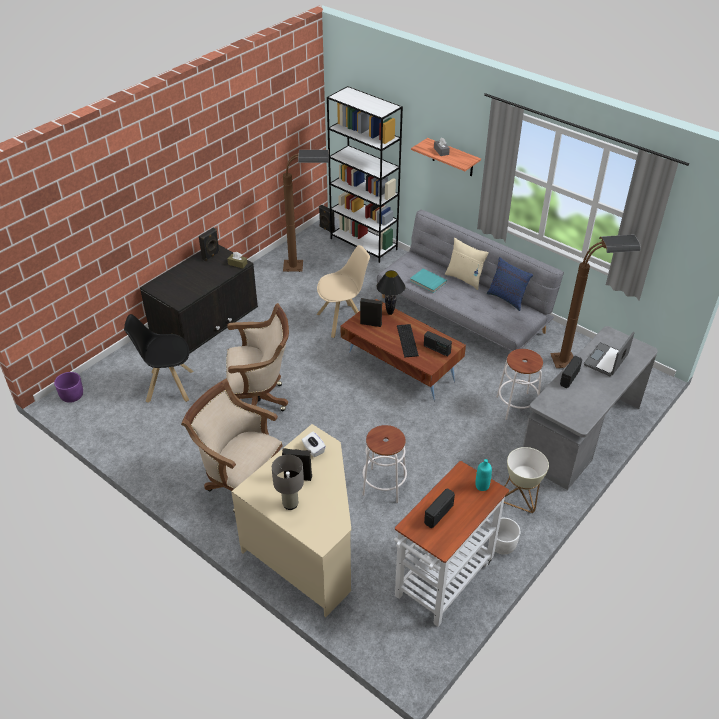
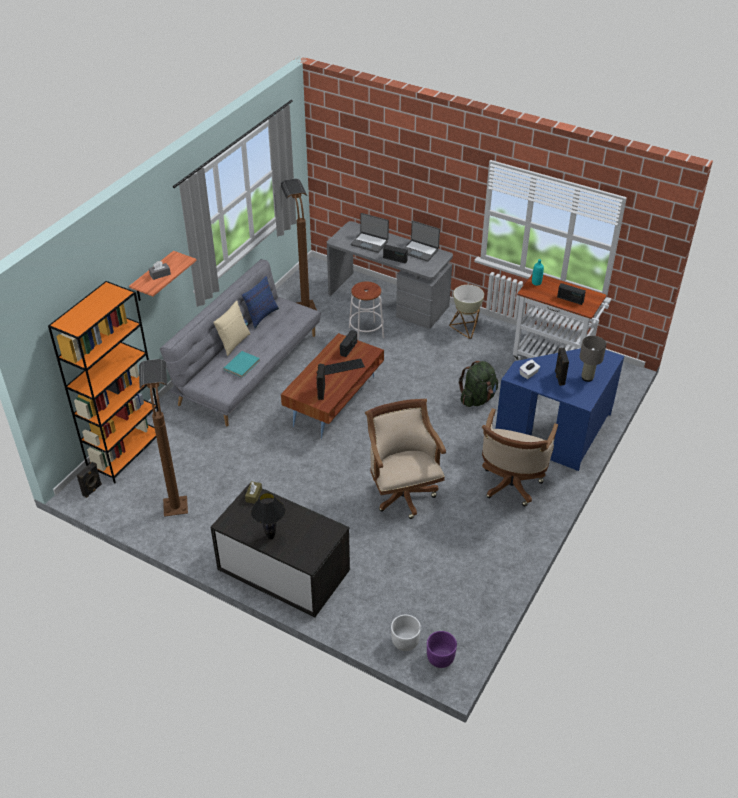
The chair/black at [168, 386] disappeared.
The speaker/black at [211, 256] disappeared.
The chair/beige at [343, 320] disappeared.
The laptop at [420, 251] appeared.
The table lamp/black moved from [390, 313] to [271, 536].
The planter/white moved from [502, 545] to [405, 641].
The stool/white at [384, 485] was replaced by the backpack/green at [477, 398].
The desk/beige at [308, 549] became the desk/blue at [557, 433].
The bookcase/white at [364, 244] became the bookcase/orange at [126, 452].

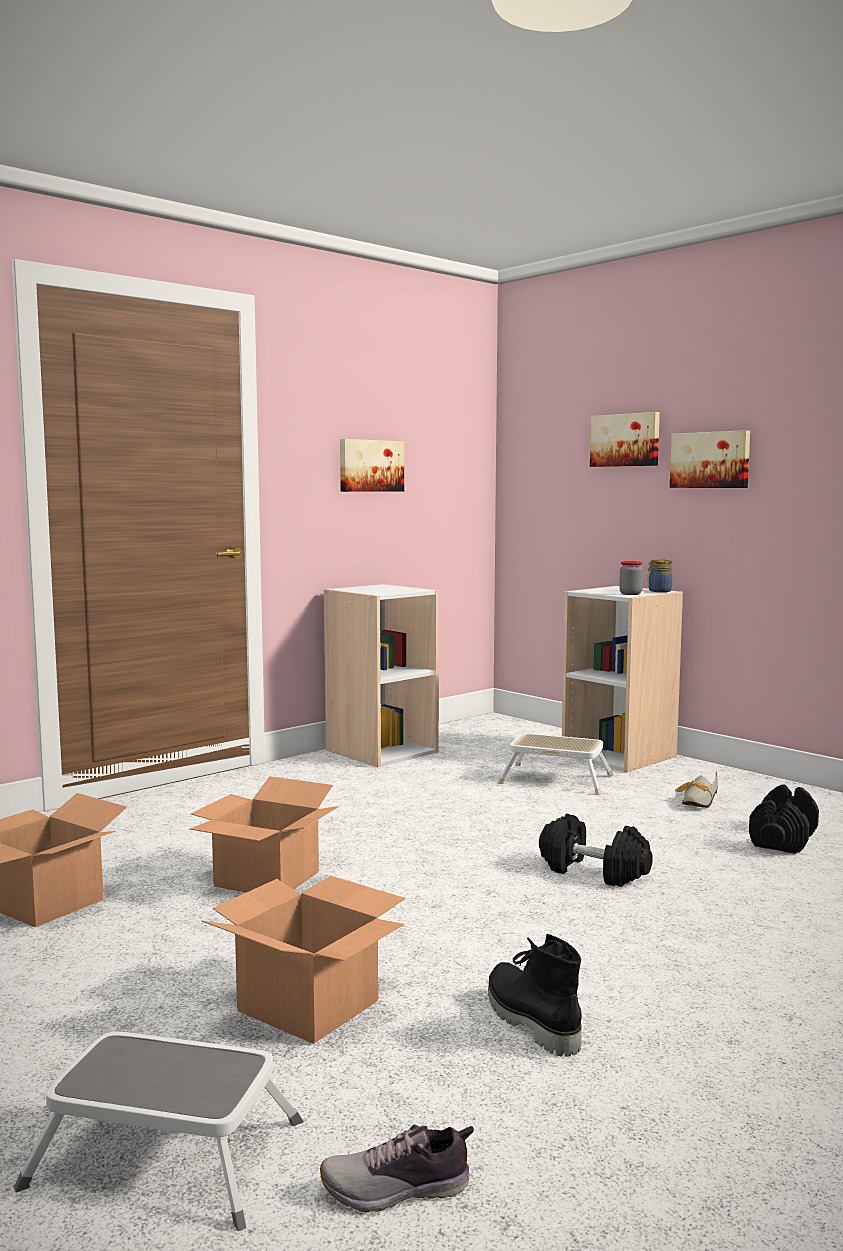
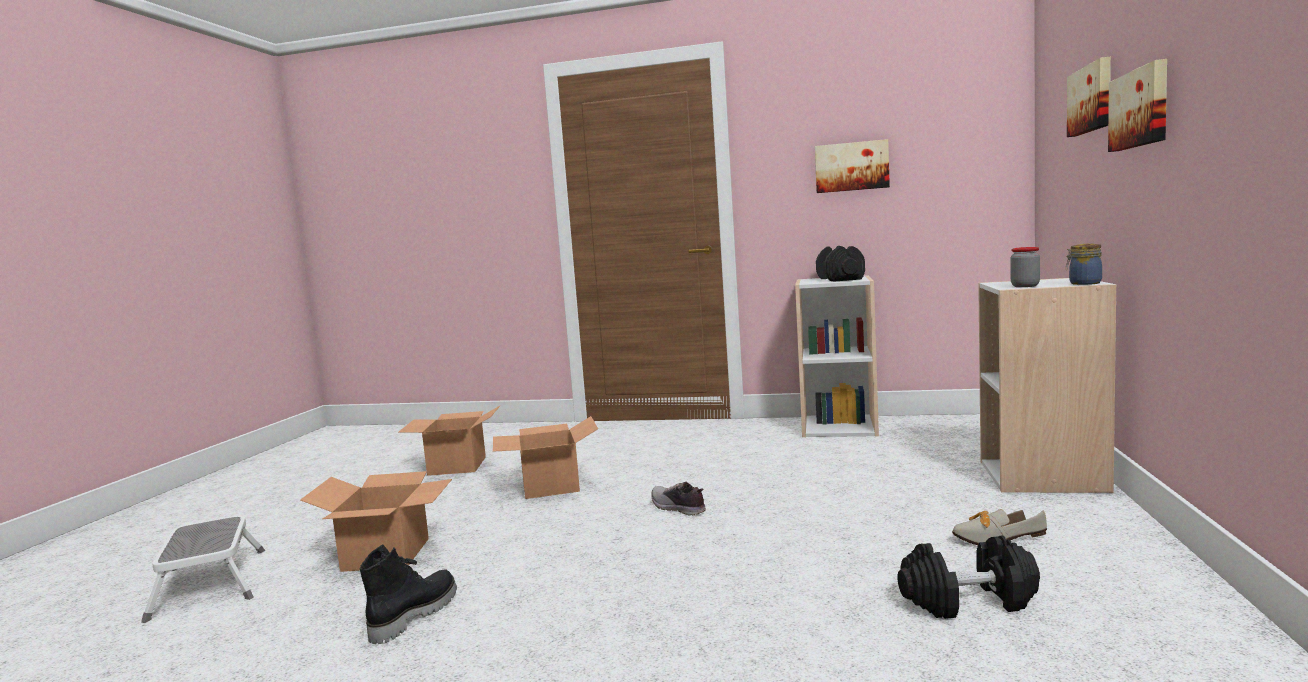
The step ladder/beige at [556, 779] disappeared.
The shoe moved from [398, 1190] to [678, 508].
The dumbbell/black moved from [593, 872] to [840, 279].

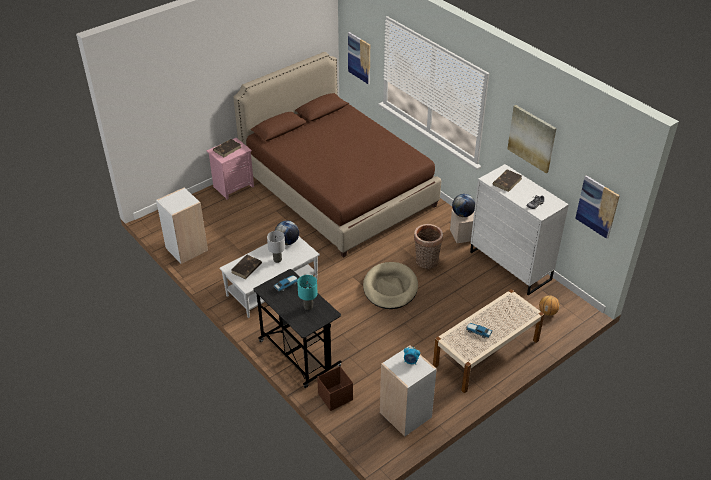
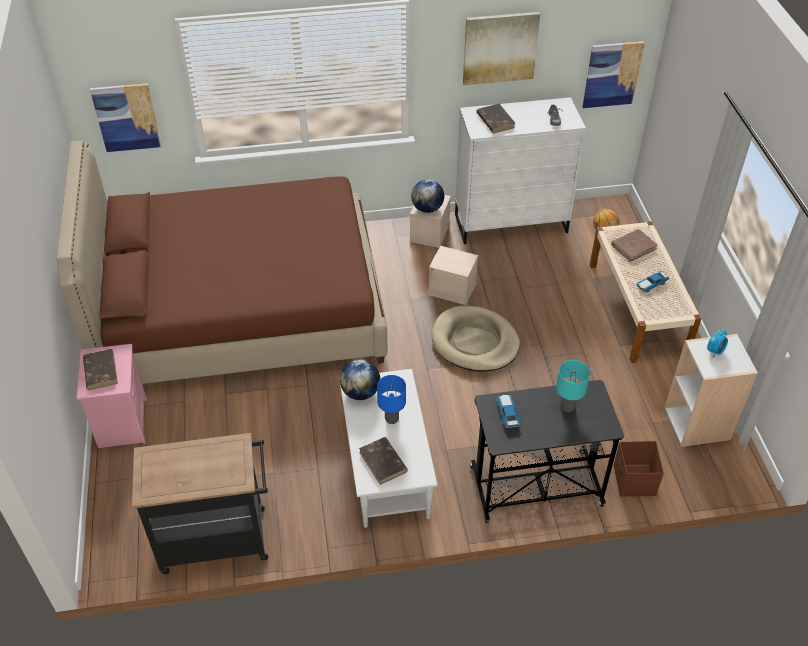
The book/brown at [633, 246] appeared.
The bookcase at [186, 249] was replaced by the cart/black at [218, 540].
The basket at [426, 262] was replaced by the storage box/beige at [453, 289].
The table lamp/white at [278, 260] became the table lamp/blue at [392, 419].

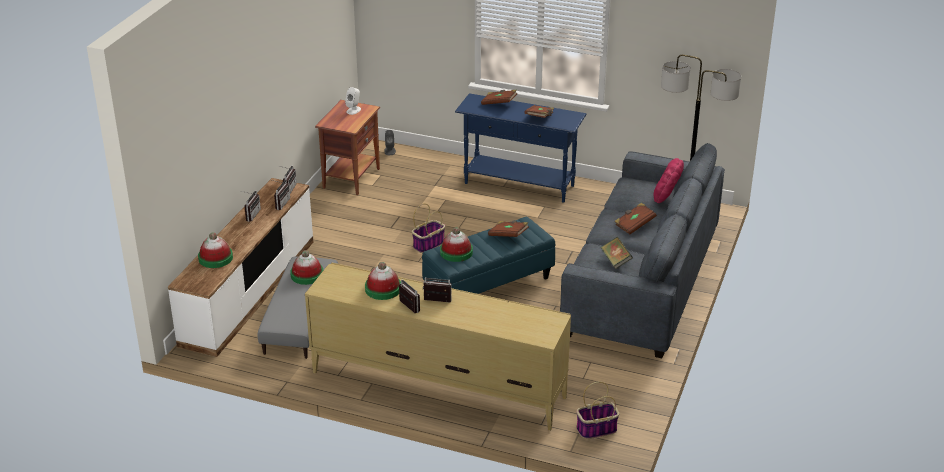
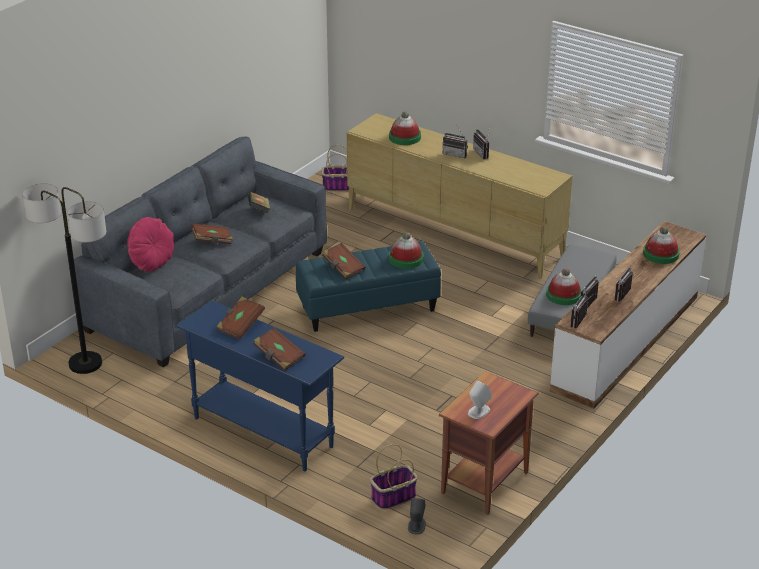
The hat moved from [383, 289] to [405, 137].
The basket moved from [428, 244] to [393, 498].

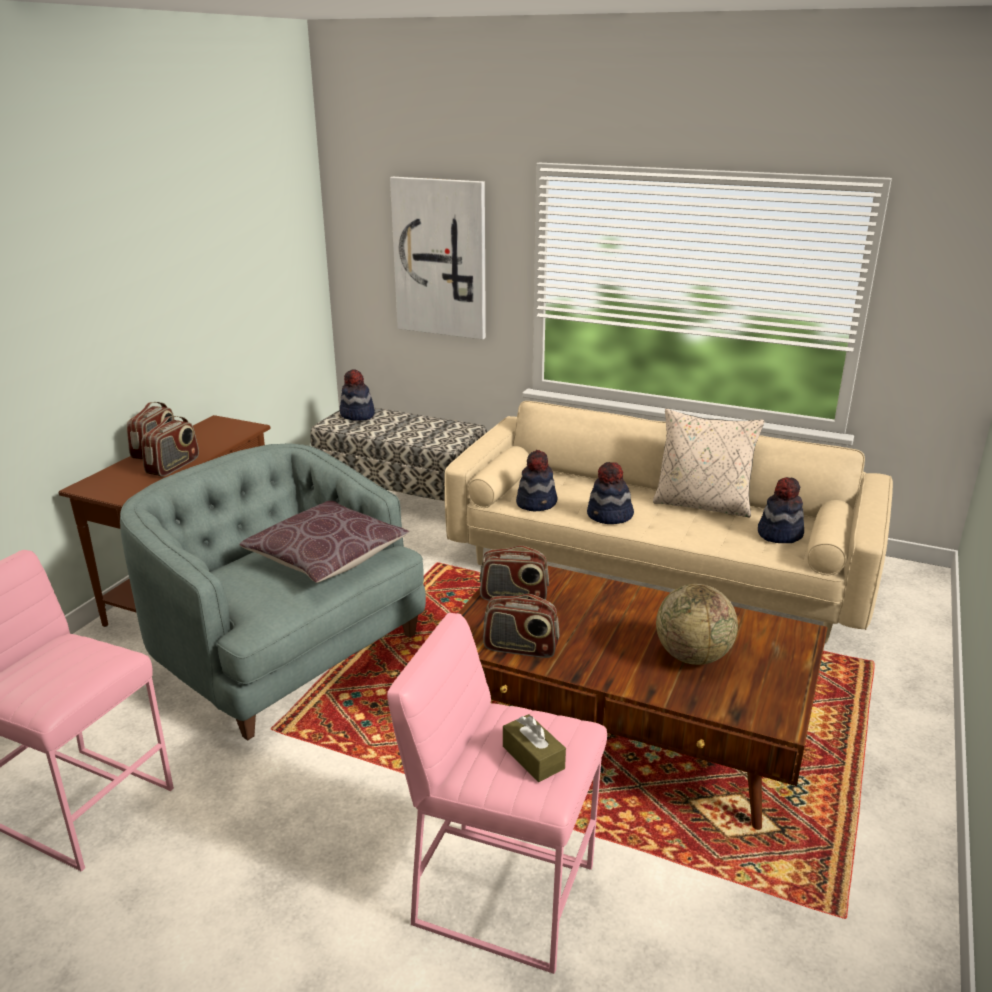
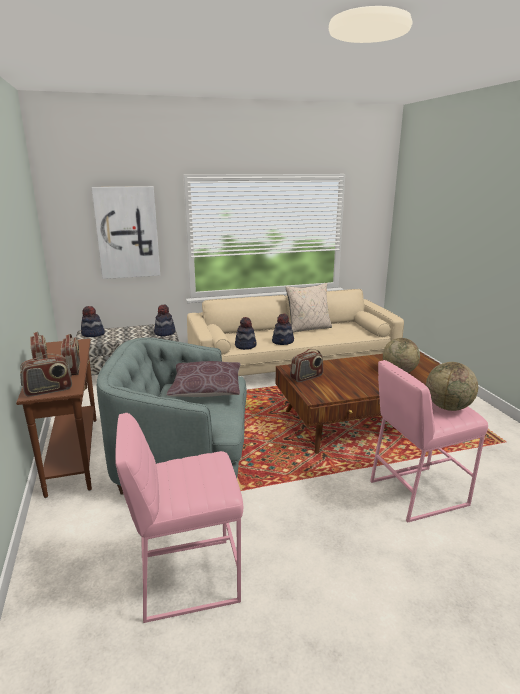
The radio moved from [520, 648] to [48, 390].
The hat moved from [779, 533] to [164, 333].
The tissue box/brown at [533, 757] was replaced by the globe at [448, 407].

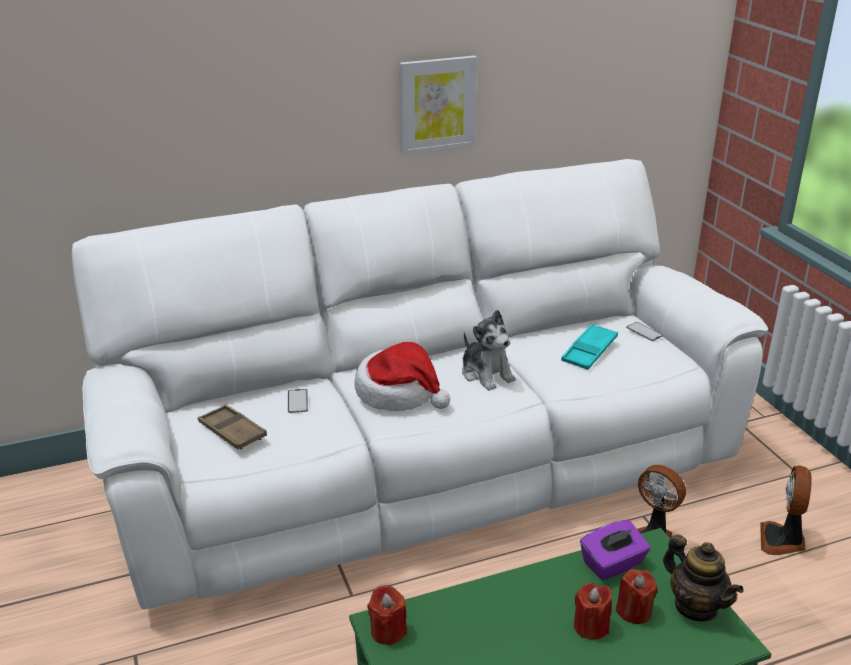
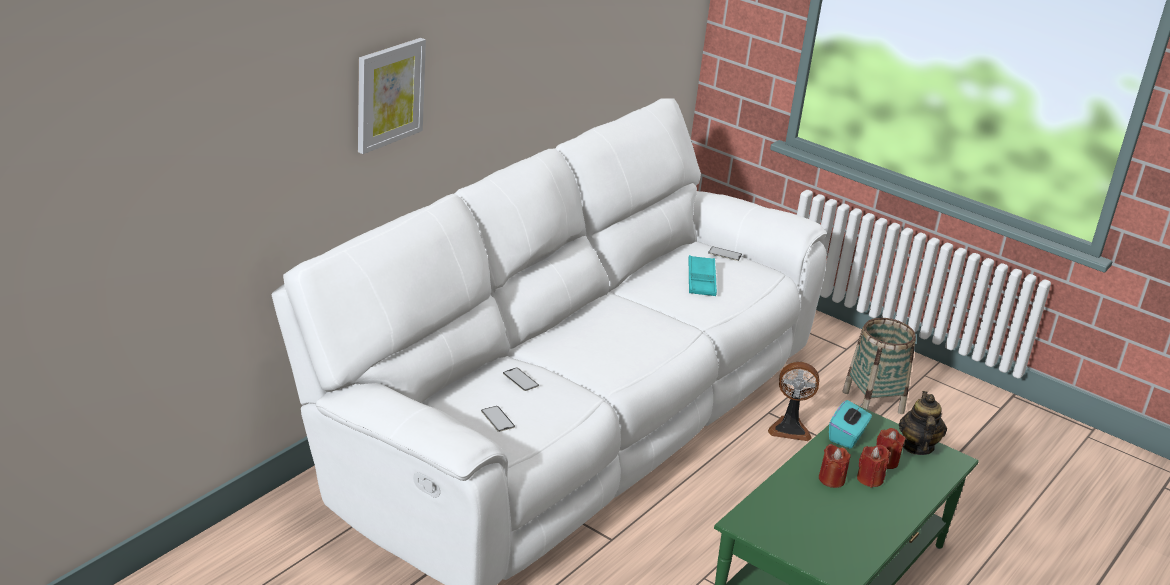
The hat at [399, 392] disappeared.
The plush toy at [486, 374] disappeared.
The candle/red moved from [388, 631] to [831, 479].
The picture moved from [437, 104] to [389, 94].
The tray/brown at [232, 432] was replaced by the phone at [497, 419].
The fan at [782, 540] was replaced by the basket at [873, 402].
The tissue box/purple at [613, 564] became the tissue box/turquoise at [847, 436].
The teapot at [695, 606] turned 105 degrees counterclockwise.

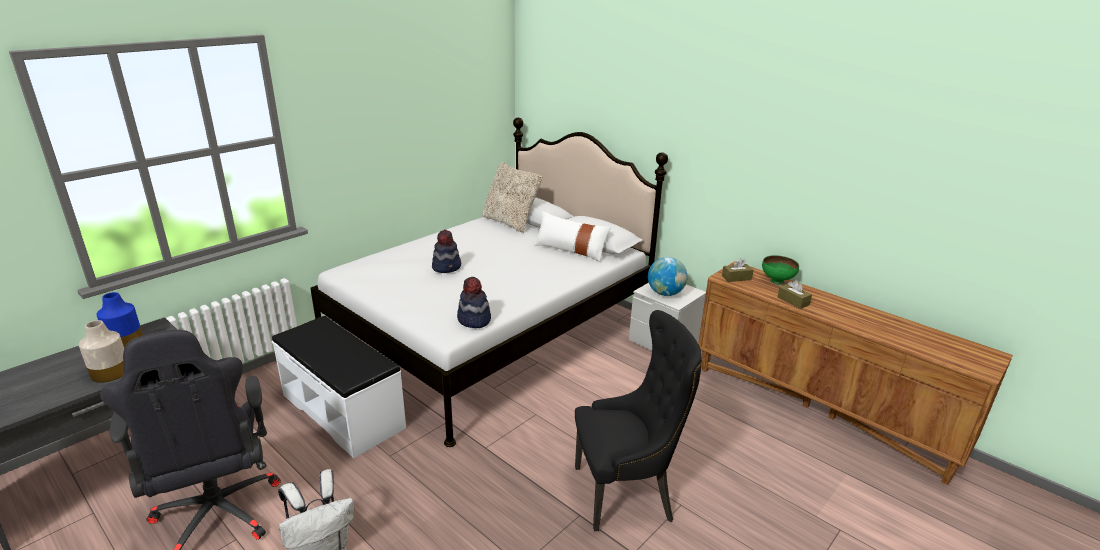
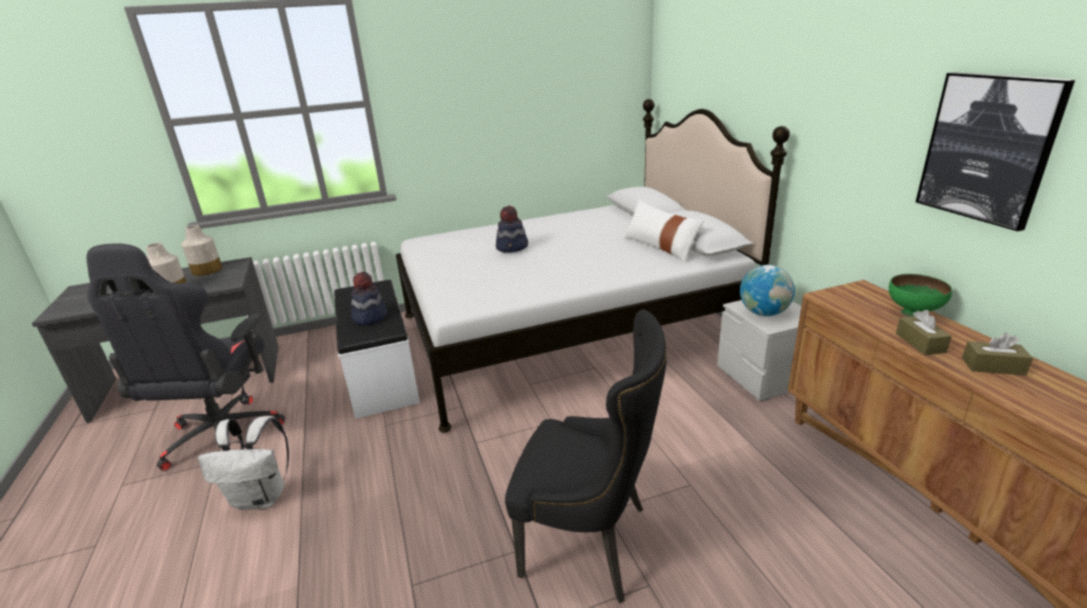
The pillow/beige at [511, 221] disappeared.
The picture at [988, 148] appeared.
The hat moved from [474, 320] to [369, 317].
The tissue box/brown moved from [736, 278] to [993, 366].
The vase/blue at [125, 341] became the vase/beige at [206, 270].

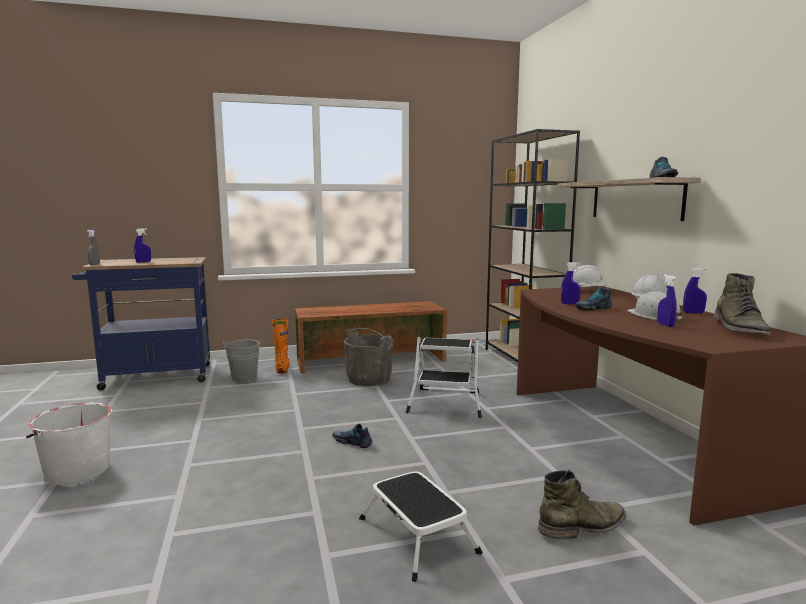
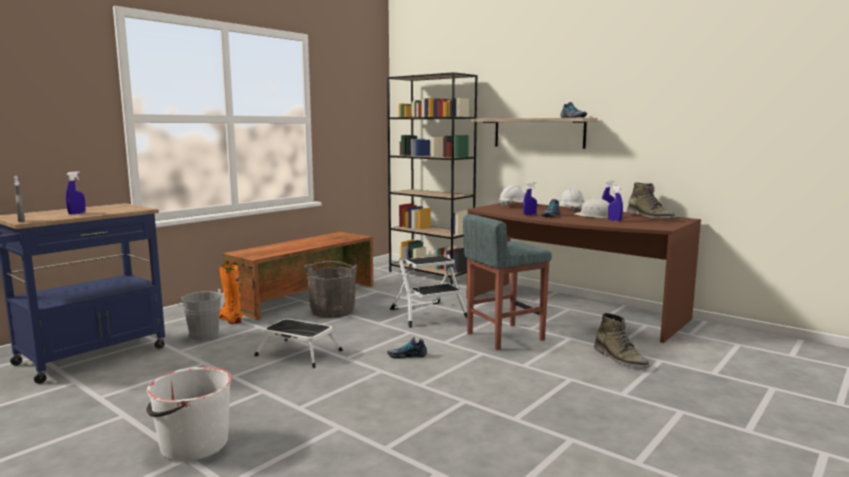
The stool/grey at [504, 337] appeared.
The step ladder/black moved from [416, 535] to [298, 353].
The boot/green at [583, 527] turned 120 degrees clockwise.

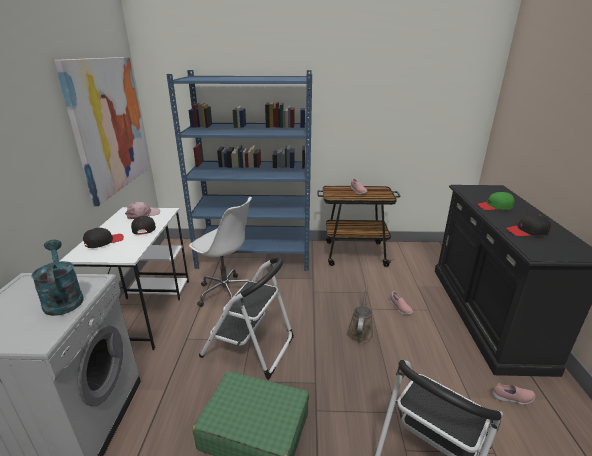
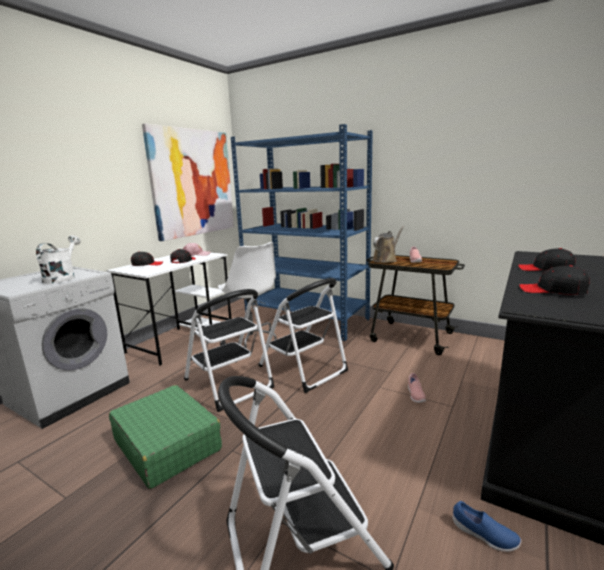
The step ladder at [304, 369] appeared.
The watering can/brown moved from [360, 331] to [386, 260].
The watering can/turquoise at [63, 299] became the watering can/white at [62, 278].
The cap/green at [495, 206] became the cap/black at [545, 269].
The shoe/pink at [512, 398] became the shoe/blue at [484, 536].

